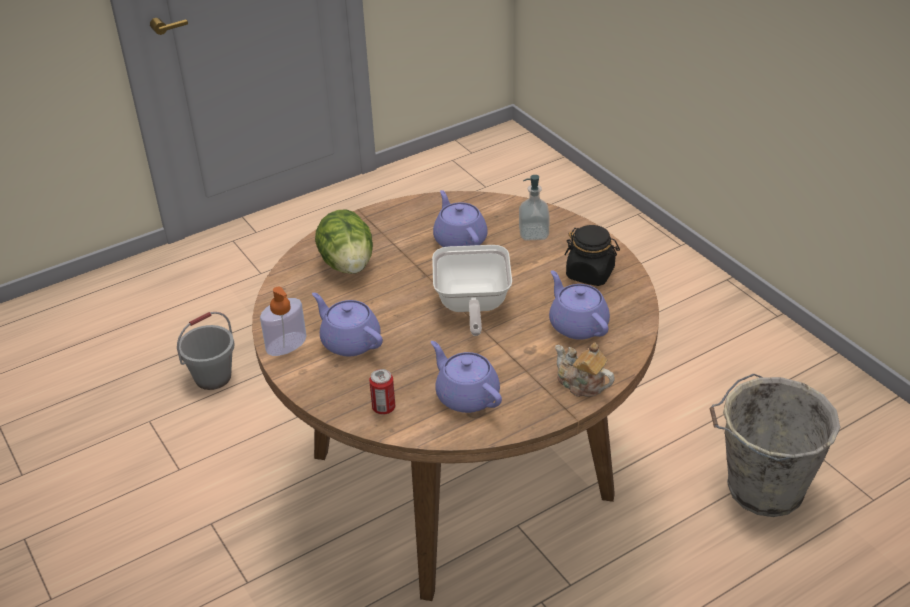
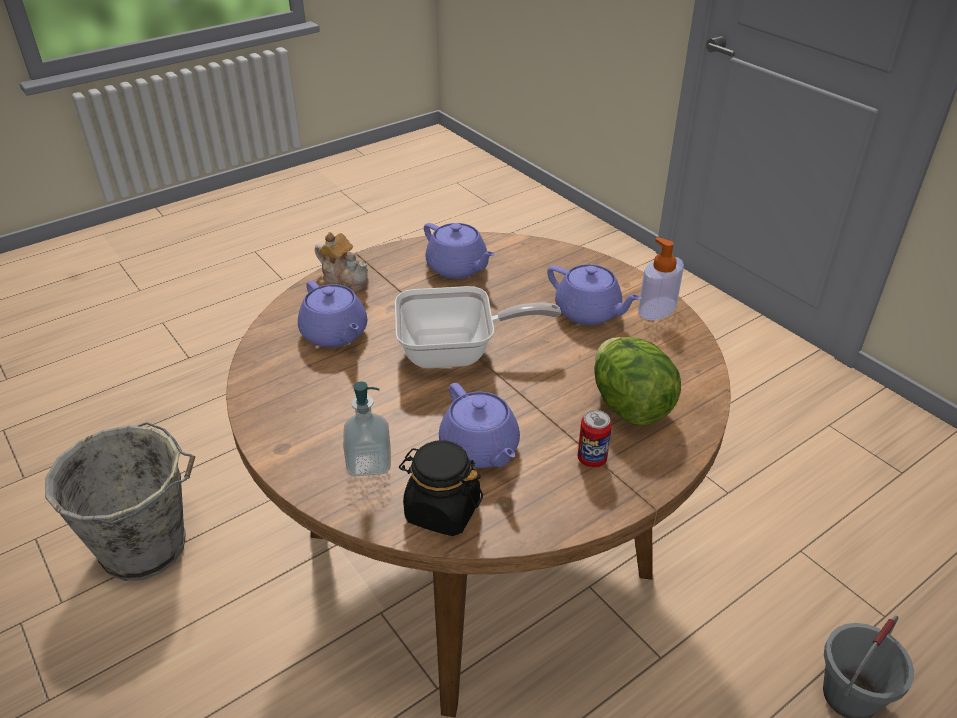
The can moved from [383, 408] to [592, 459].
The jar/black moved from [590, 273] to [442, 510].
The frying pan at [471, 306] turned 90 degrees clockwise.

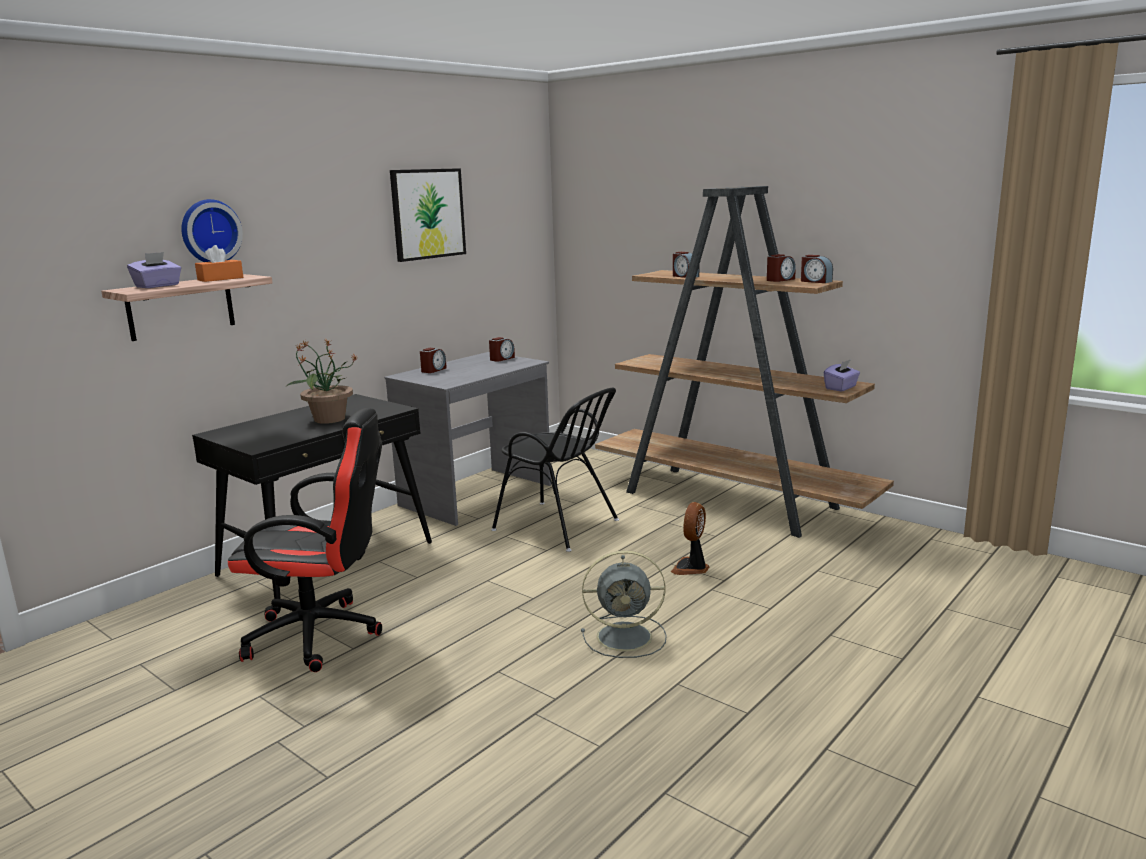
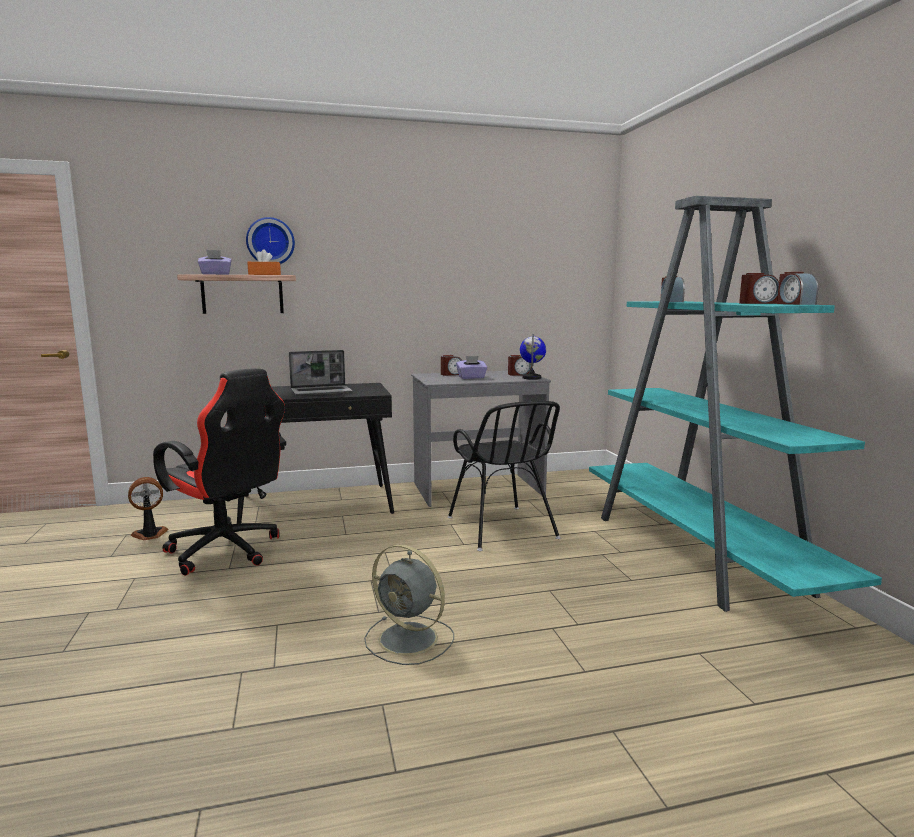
The picture at [427, 214] disappeared.
The globe at [532, 378] appeared.
The fan moved from [691, 568] to [150, 535].
The tissue box/purple moved from [841, 388] to [471, 377].
The potted plant at [328, 419] was replaced by the laptop at [322, 392].
The bookcase/brown at [732, 501] became the bookcase/turquoise at [697, 554].

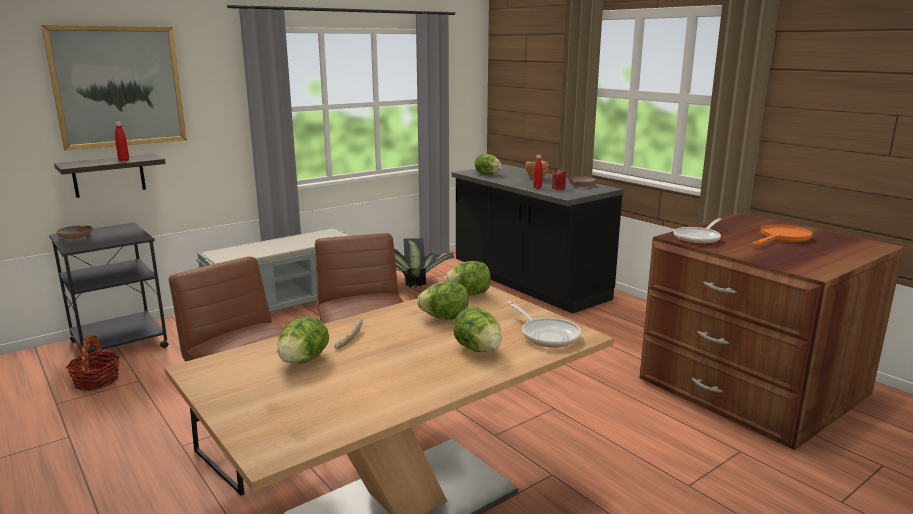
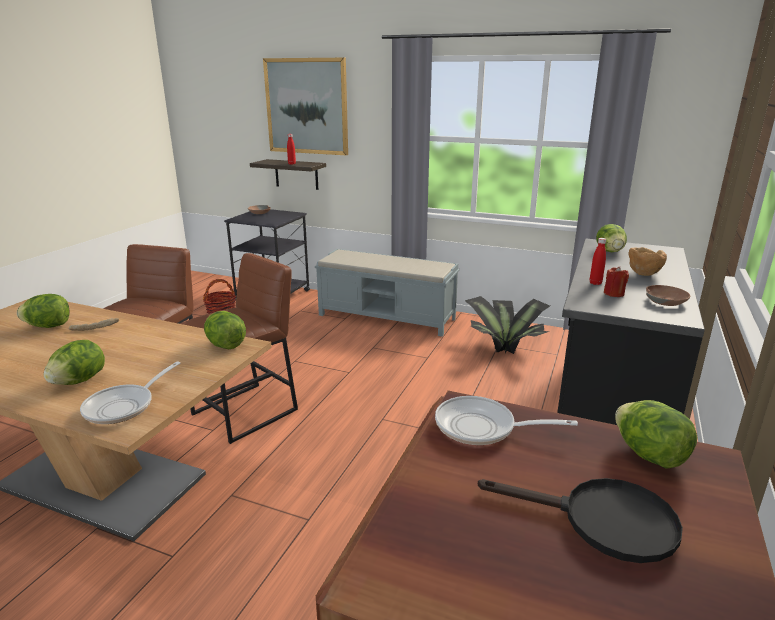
The lettuce moved from [445, 318] to [649, 455].
The frying pan/orange at [782, 238] became the frying pan/black at [602, 521].

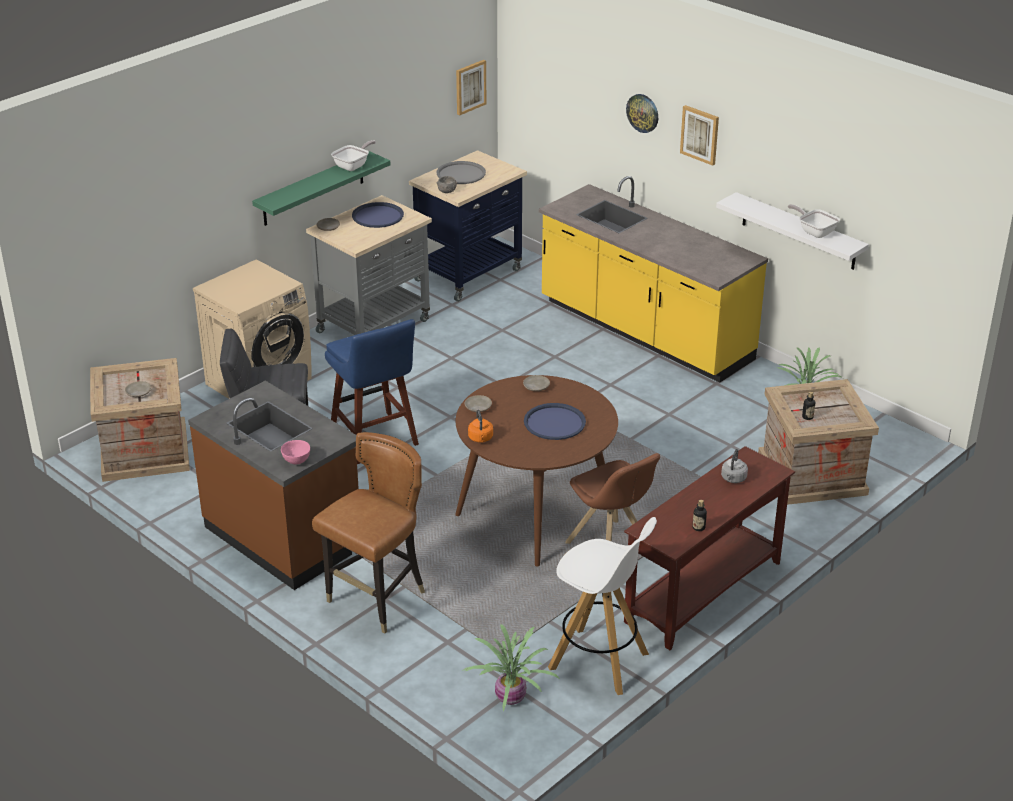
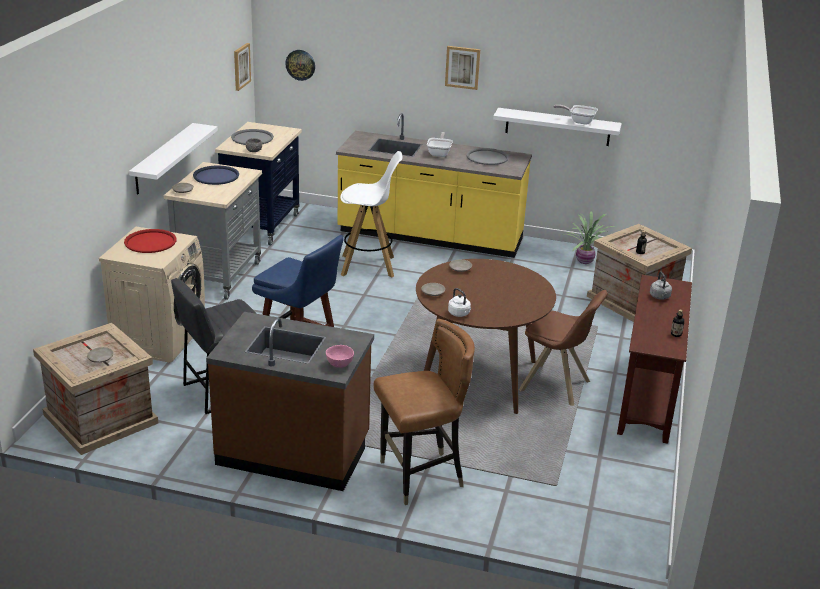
The potted plant at [509, 699] disappeared.
The tray/blue at [554, 422] disappeared.
The tray/red at [150, 242] appeared.
The tray/grey at [487, 157] appeared.
The frying pan moved from [353, 165] to [439, 153].
The stool/white moved from [600, 661] to [368, 266].
The wall clock moved from [643, 113] to [300, 64].
The shelf/green at [313, 189] became the shelf/white at [163, 158].
The kettle/orange at [480, 439] became the kettle/white at [459, 314].
The chair/brown at [377, 600] turned 60 degrees clockwise.

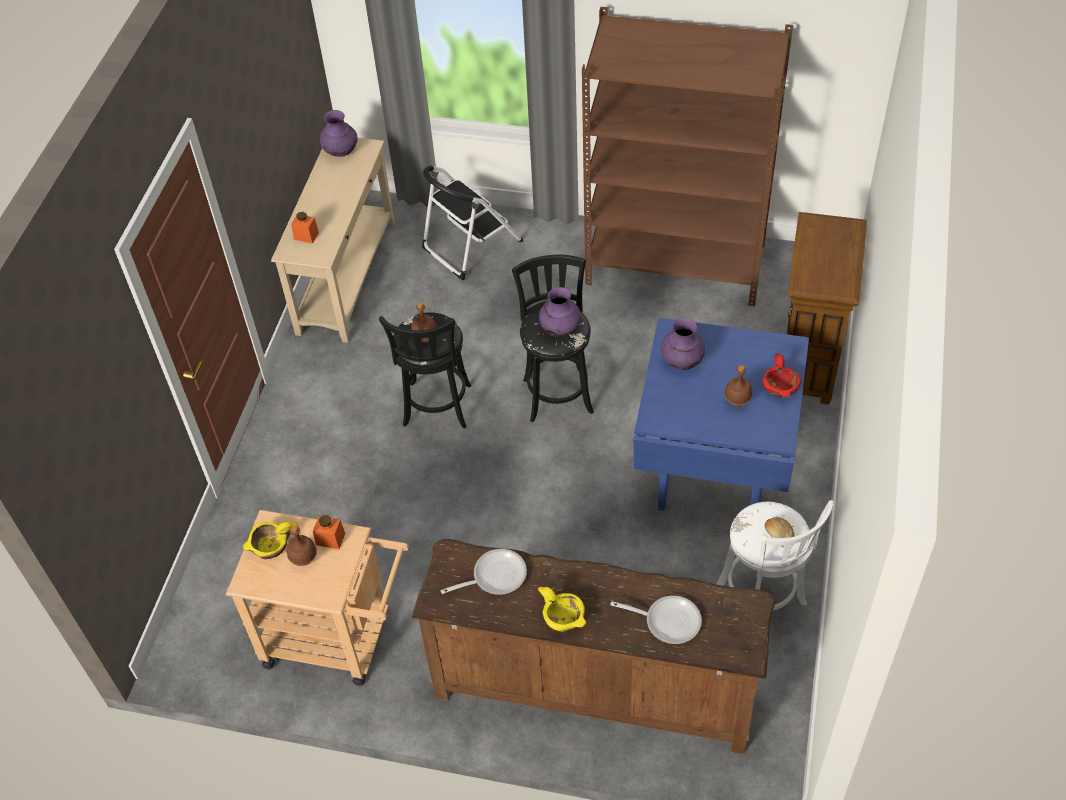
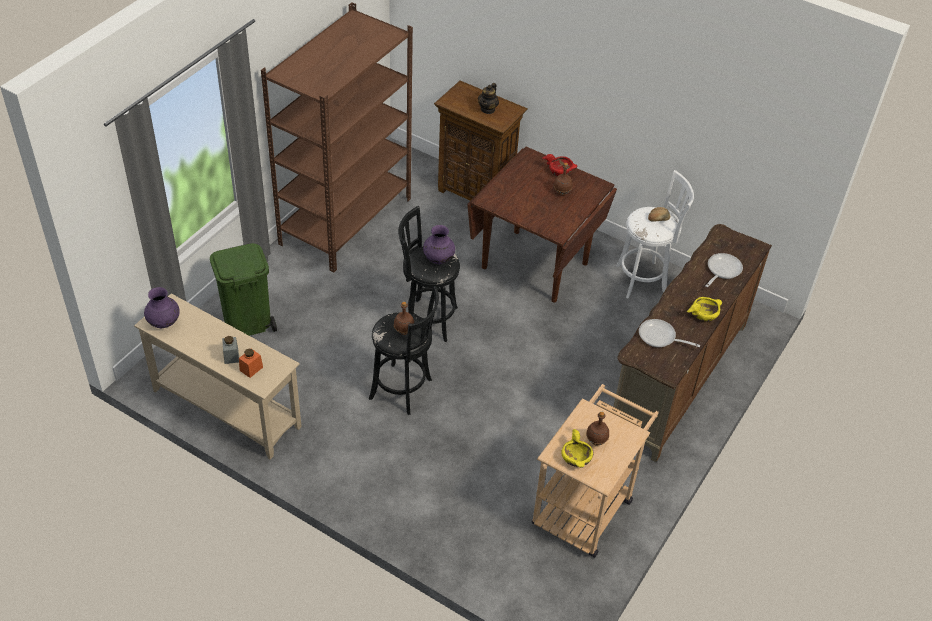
The jar/orange at [330, 539] disappeared.
The vase/purple at [681, 361] disappeared.
The jar/grey at [231, 356] appeared.
The teapot at [488, 109] appeared.
The step ladder at [469, 245] was replaced by the trash can/green at [247, 323].
The dining table/blue at [715, 468] became the dining table/brown at [535, 264].
The frying pan at [494, 576] turned 60 degrees counterclockwise.

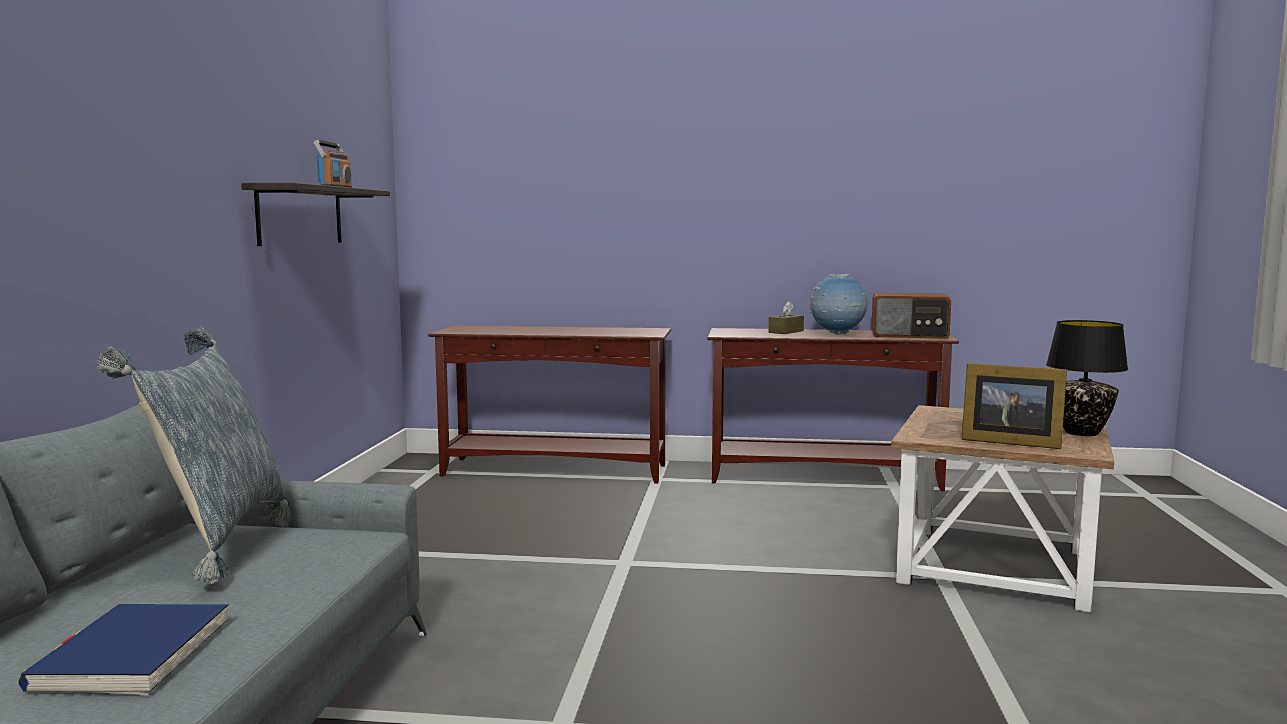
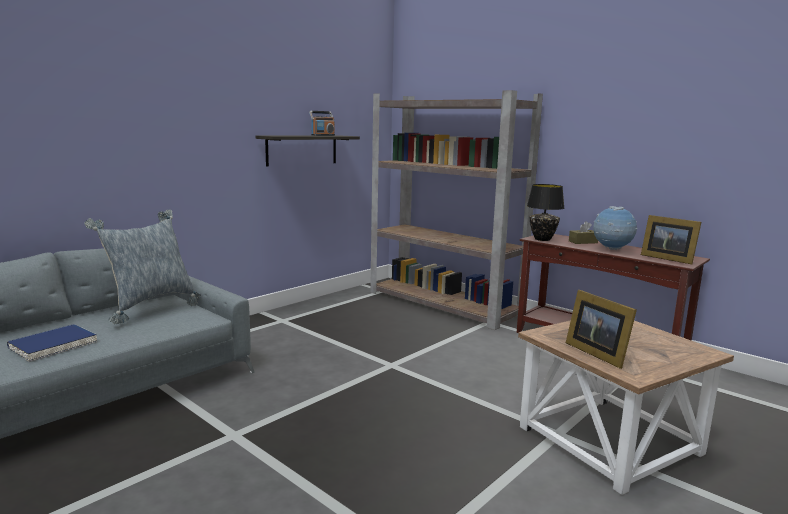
The table lamp/black moved from [1080, 432] to [542, 239].
The console table/brown at [556, 470] was replaced by the bookcase/brown at [443, 303].
The radio at [909, 335] was replaced by the picture frame at [666, 258].

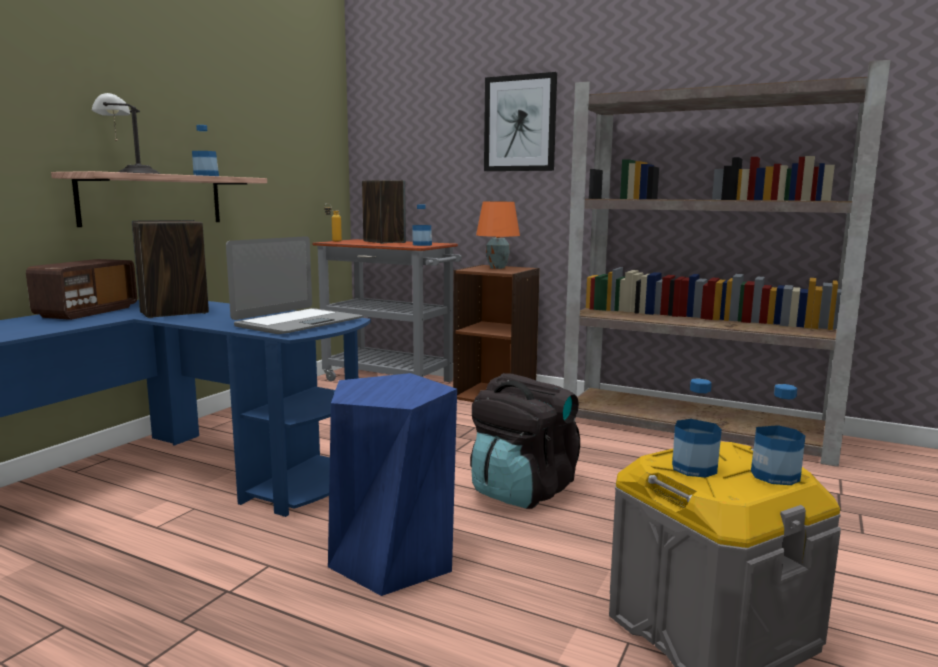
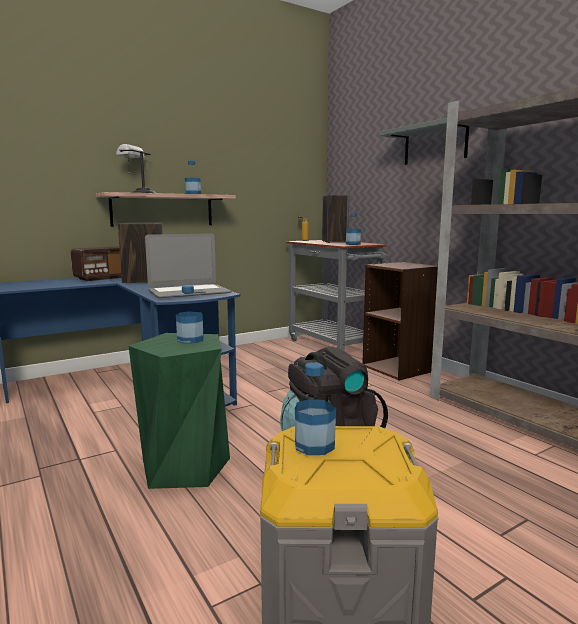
The table lamp/orange at [497, 267] disappeared.
The bottle moved from [775, 475] to [190, 340].
The picture at [520, 123] was replaced by the shelf/grey at [435, 144].
The stool/blue at [392, 558] became the stool/green at [184, 466].

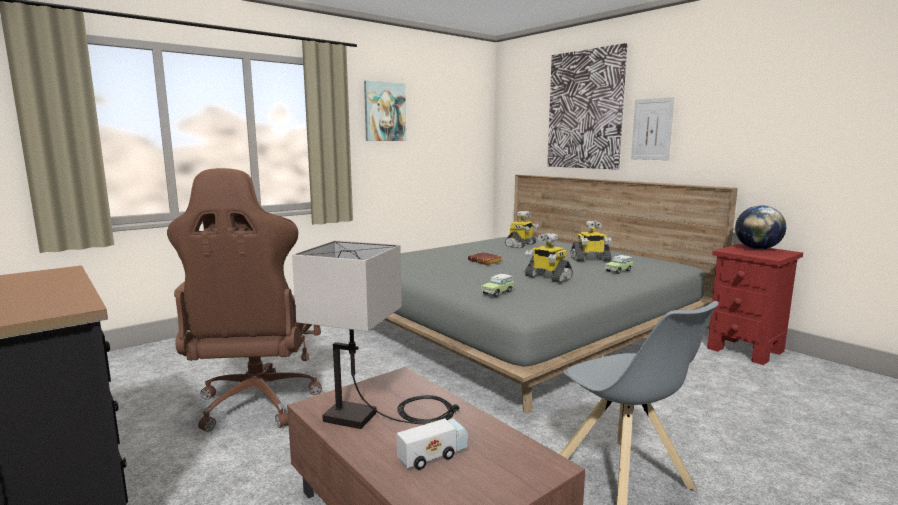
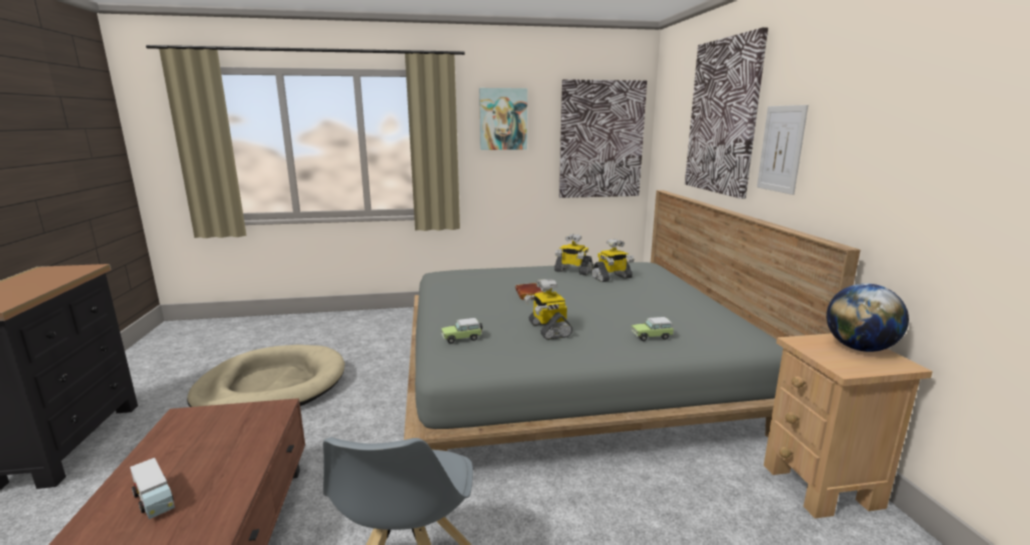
The table lamp at [383, 415] disappeared.
The picture at [601, 140] appeared.
The toy robot moved from [590, 259] to [572, 271].
The office chair/brown at [259, 399] was replaced by the dog bed/beige at [272, 387].
The nightstand/red at [745, 350] became the nightstand/beige at [820, 486].
The toy truck at [433, 455] turned 45 degrees clockwise.

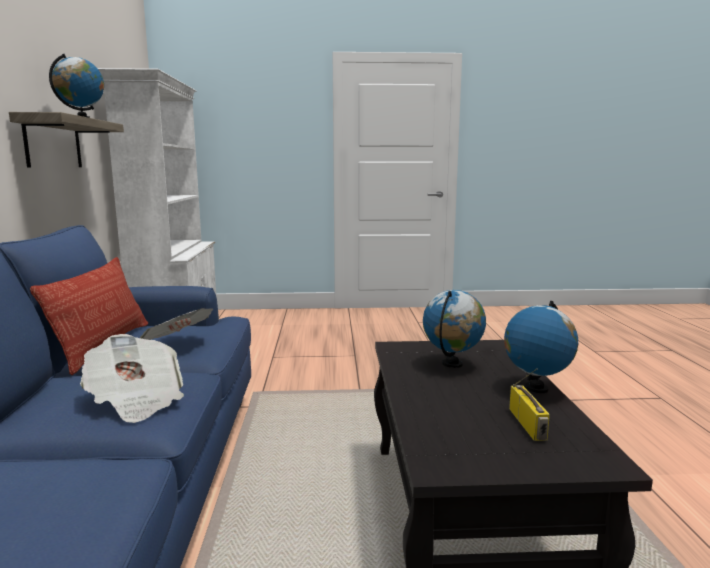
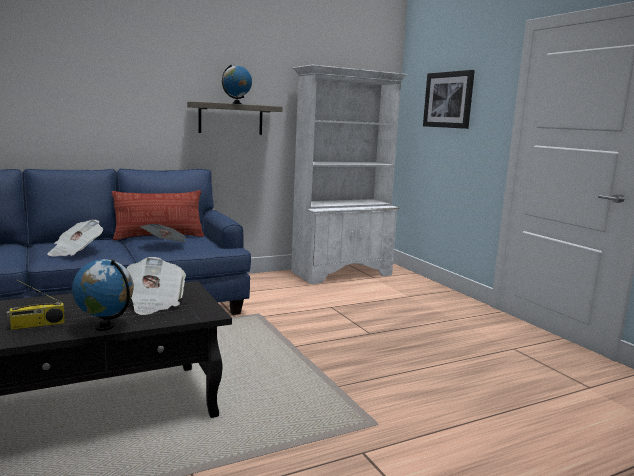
The picture at [448, 100] appeared.
The globe at [452, 364] was replaced by the newspaper at [152, 302].

